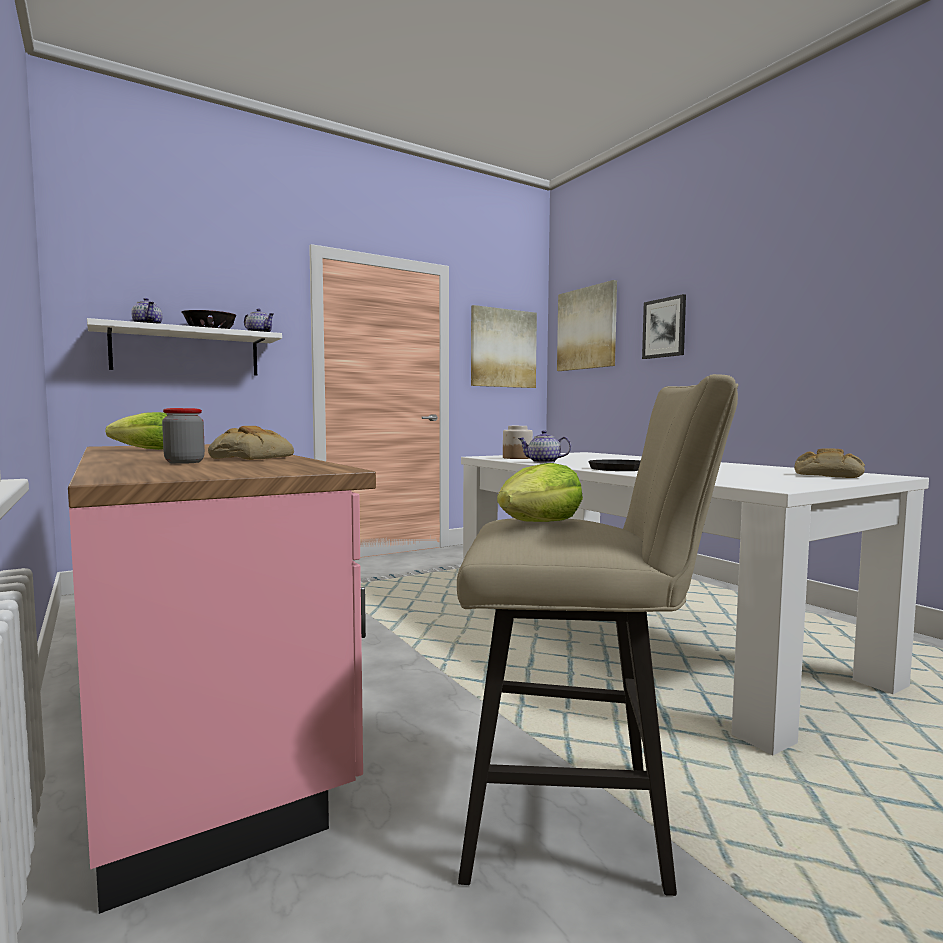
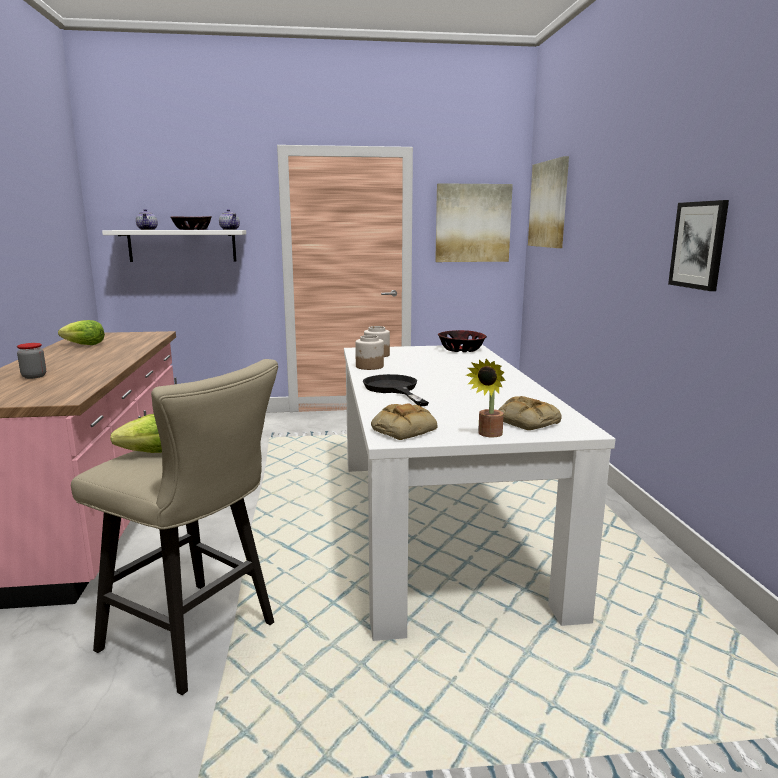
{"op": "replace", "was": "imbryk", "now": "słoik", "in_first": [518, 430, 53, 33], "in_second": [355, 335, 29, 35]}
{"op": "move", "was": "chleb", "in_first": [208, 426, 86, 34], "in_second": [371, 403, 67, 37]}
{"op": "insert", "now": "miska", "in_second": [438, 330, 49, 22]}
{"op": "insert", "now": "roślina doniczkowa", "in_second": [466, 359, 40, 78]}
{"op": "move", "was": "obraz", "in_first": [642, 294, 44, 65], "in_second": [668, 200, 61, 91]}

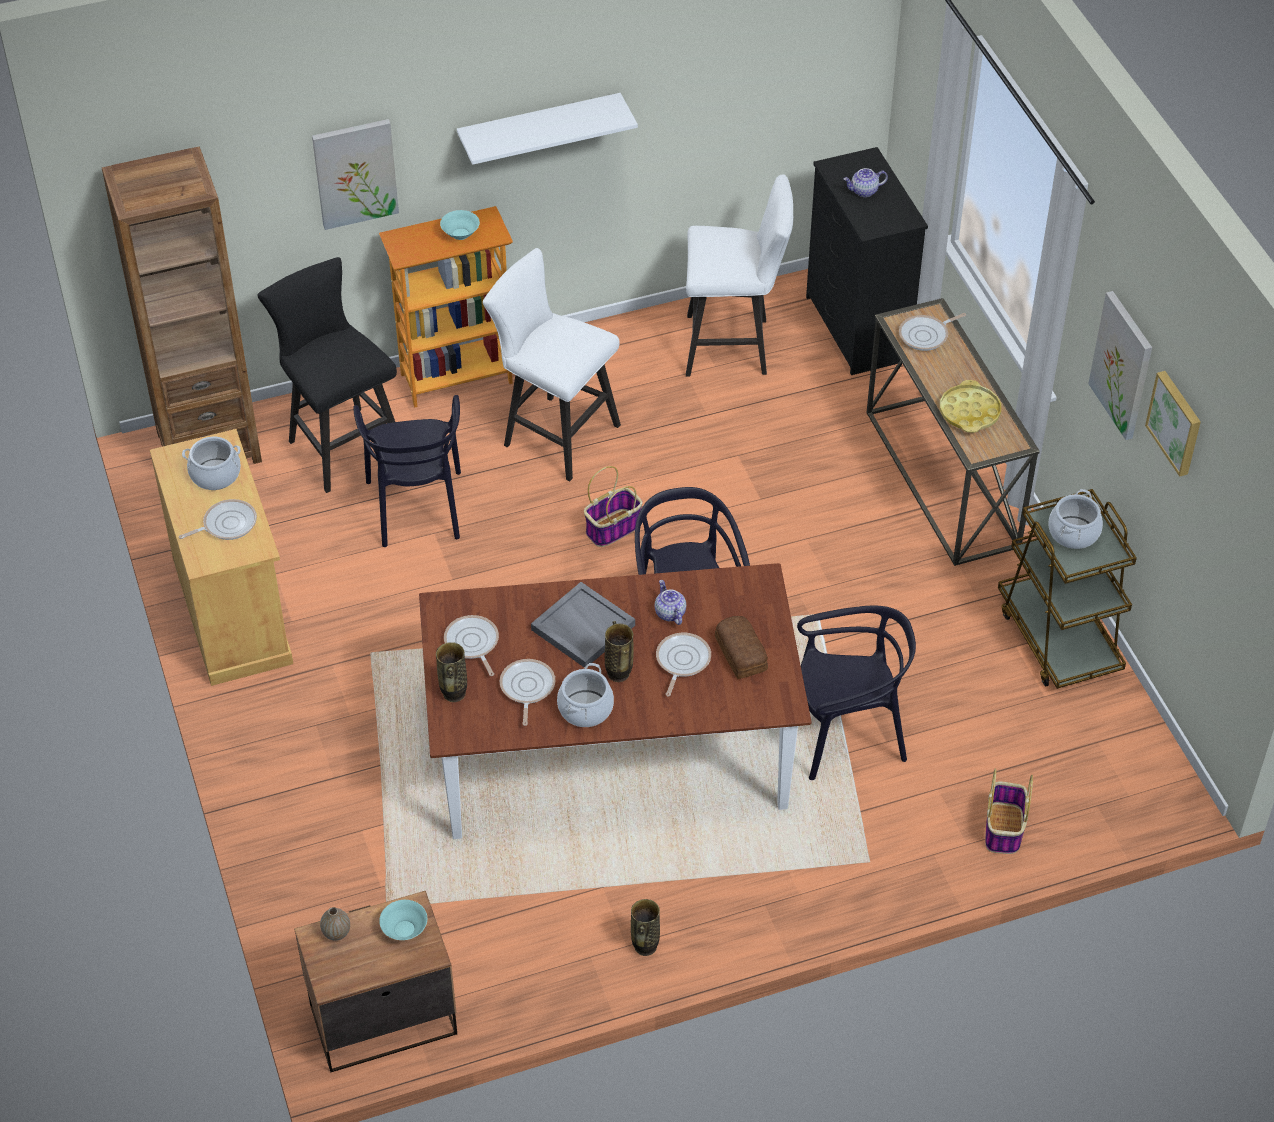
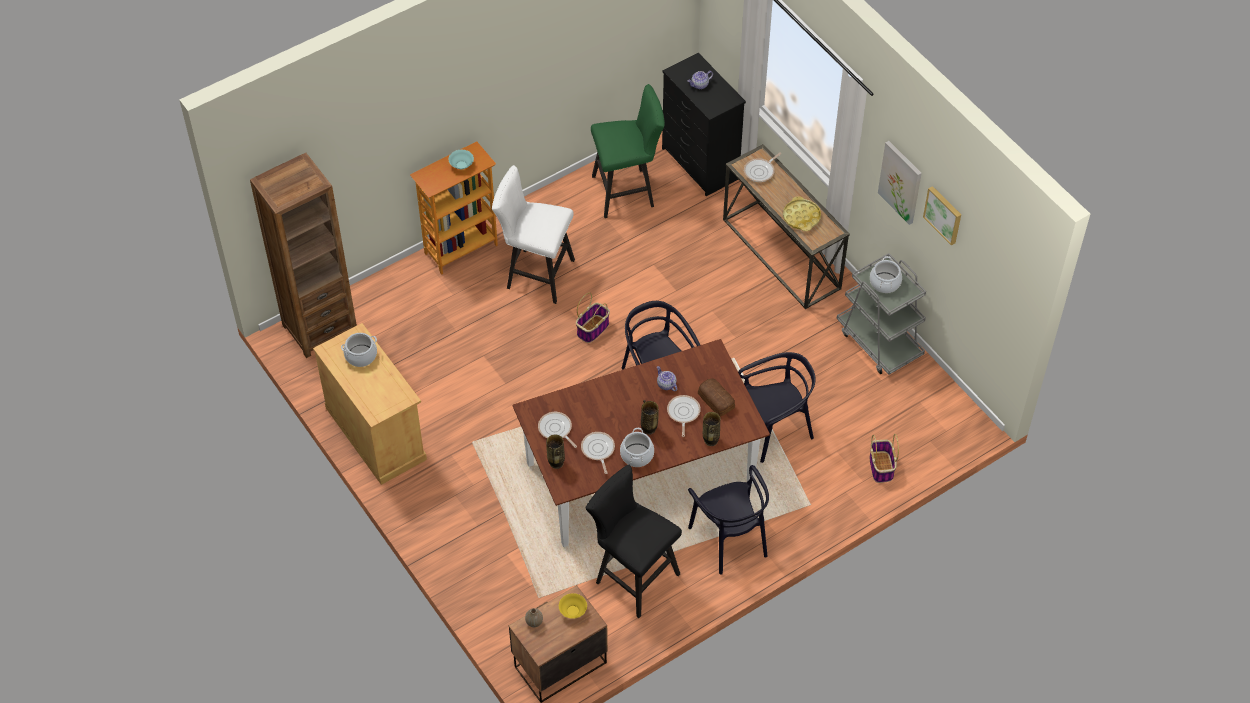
{"op": "recolor", "was": "miska [turkusowy]", "now": "miska [żółty]", "in_first": [379, 900, 48, 40], "in_second": [559, 593, 28, 26]}
{"op": "move", "was": "stołek [czarny]", "in_first": [257, 257, 140, 236], "in_second": [585, 465, 97, 153]}
{"op": "recolor", "was": "stołek [biały]", "now": "stołek [zielony]", "in_first": [686, 174, 107, 203], "in_second": [591, 84, 74, 134]}
{"op": "move", "was": "krzesło [czarny]", "in_first": [353, 395, 108, 152], "in_second": [688, 465, 81, 110]}
{"op": "move", "was": "wazon", "in_first": [631, 899, 29, 57], "in_second": [703, 412, 18, 34]}
{"op": "recolor", "was": "wózek [brązowy]", "now": "wózek [szary]", "in_first": [998, 489, 139, 200], "in_second": [837, 253, 89, 122]}
{"op": "delete", "was": "patelnia", "in_first": [179, 499, 78, 41]}
{"op": "delete", "was": "obraz", "in_first": [312, 119, 87, 111]}
{"op": "delete", "was": "półka [biały]", "in_first": [457, 93, 181, 72]}
{"op": "delete", "was": "taca [szary]", "in_first": [531, 582, 104, 86]}

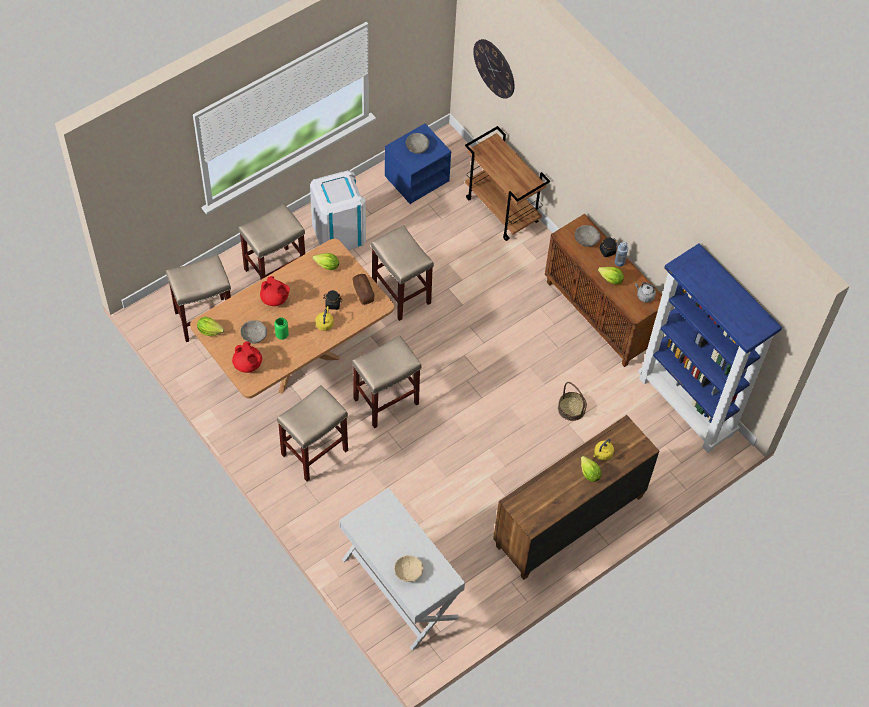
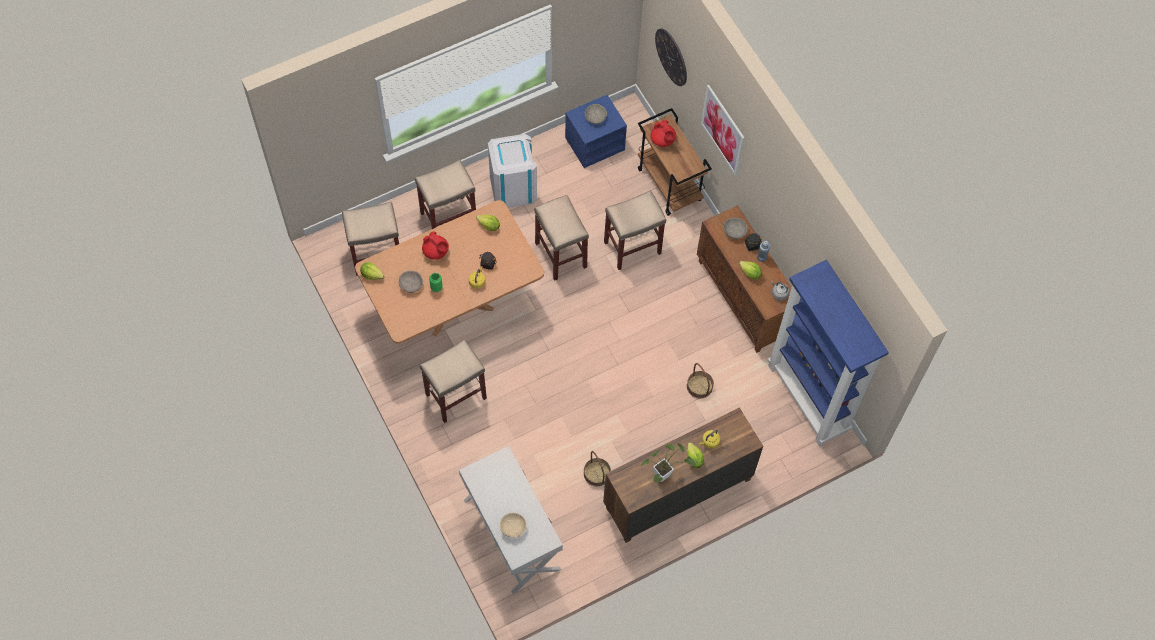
{"op": "insert", "now": "koszyk", "in_second": [584, 451, 27, 35]}
{"op": "move", "was": "stołek [beżowy]", "in_first": [352, 335, 69, 93], "in_second": [604, 191, 62, 79]}
{"op": "insert", "now": "roślina doniczkowa", "in_second": [641, 443, 55, 39]}
{"op": "move", "was": "imbryk [czerwony]", "in_first": [232, 342, 30, 31], "in_second": [650, 120, 26, 27]}
{"op": "insert", "now": "obraz", "in_second": [701, 85, 43, 90]}
{"op": "delete", "was": "chleb", "in_first": [352, 274, 23, 30]}

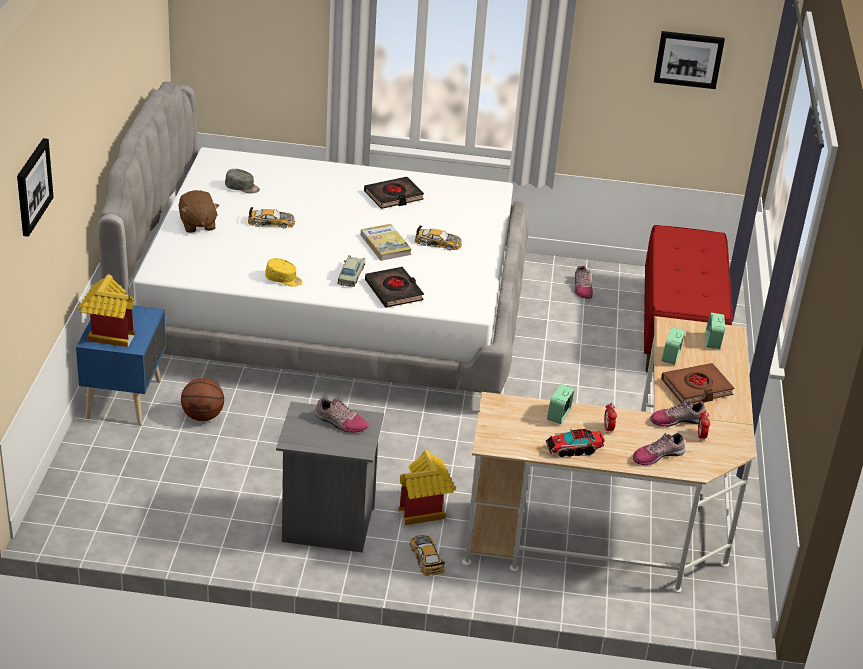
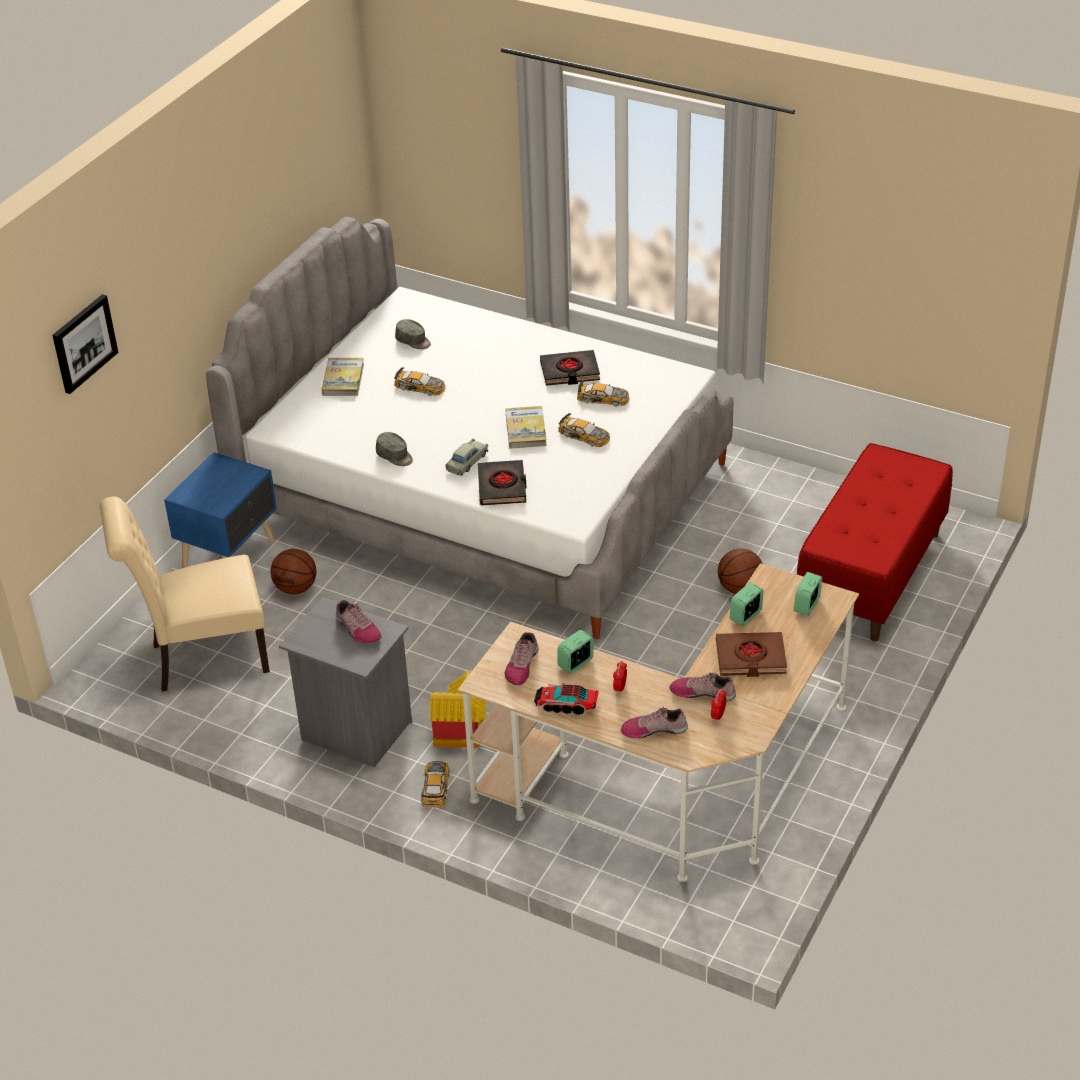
{"op": "insert", "now": "krzesło [beżowy]", "in_second": [100, 496, 170, 196]}
{"op": "replace", "was": "pluszak [brązowy]", "now": "książka", "in_first": [178, 190, 41, 43], "in_second": [321, 358, 43, 38]}
{"op": "recolor", "was": "czapka z daszkiem [żółty]", "now": "czapka z daszkiem [szary]", "in_first": [265, 258, 38, 29], "in_second": [376, 432, 37, 34]}
{"op": "move", "was": "but", "in_first": [574, 266, 19, 33], "in_second": [504, 632, 35, 53]}
{"op": "insert", "now": "samochodzik", "in_second": [577, 380, 52, 26]}
{"op": "insert", "now": "piłka do koszykówki", "in_second": [718, 549, 44, 45]}
{"op": "delete", "was": "domek", "in_first": [78, 274, 57, 73]}
{"op": "delete", "was": "obraz", "in_first": [654, 31, 71, 58]}

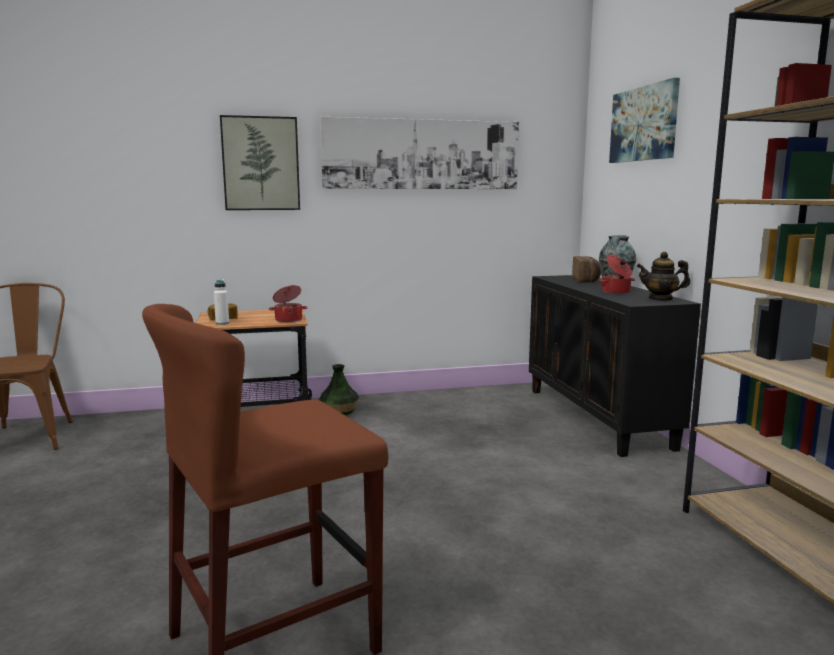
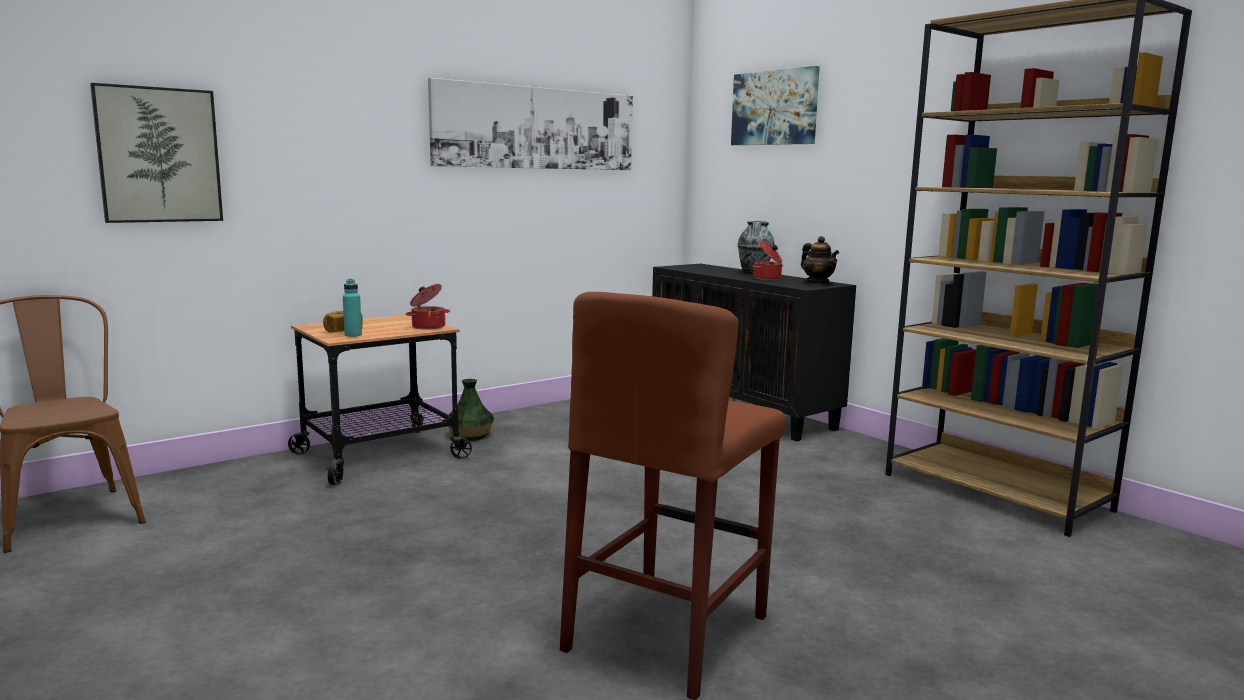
{"op": "move", "was": "obraz", "in_first": [220, 115, 80, 95], "in_second": [90, 83, 133, 140]}
{"op": "recolor", "was": "butelka [biały]", "now": "butelka [turkusowy]", "in_first": [214, 279, 15, 46], "in_second": [343, 279, 19, 58]}
{"op": "rotate", "was": "imbryk", "in_first": [637, 252, 53, 49], "in_second": [801, 236, 38, 48], "clockwise": -105}
{"op": "delete", "was": "chleb", "in_first": [572, 256, 29, 27]}

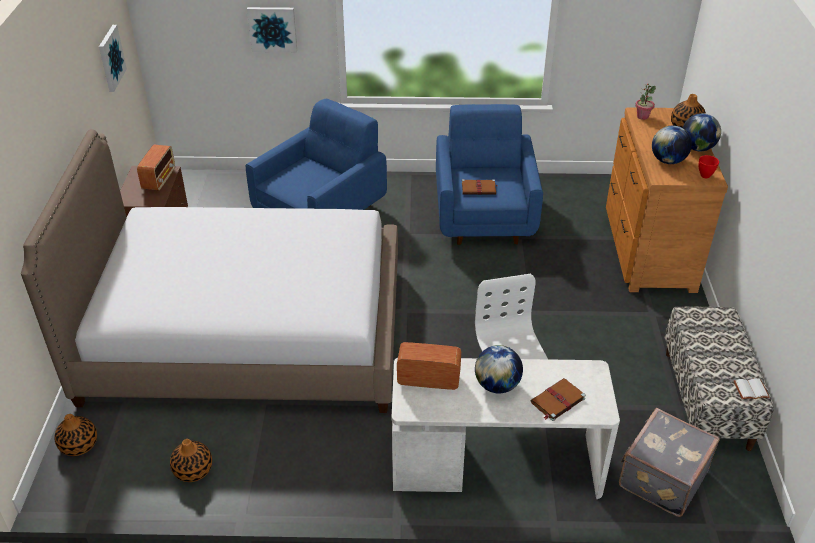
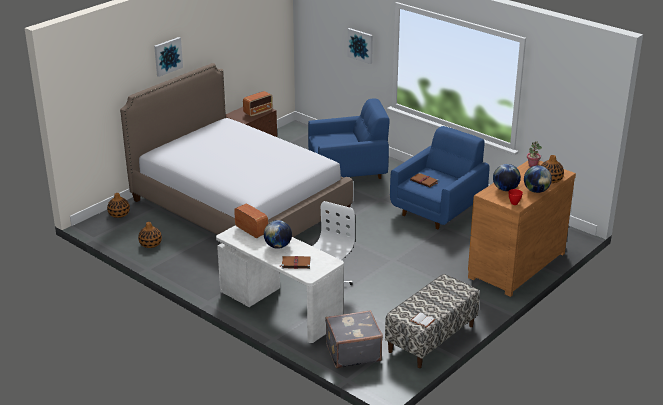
{"op": "move", "was": "obraz", "in_first": [99, 25, 28, 67], "in_second": [154, 37, 29, 40]}

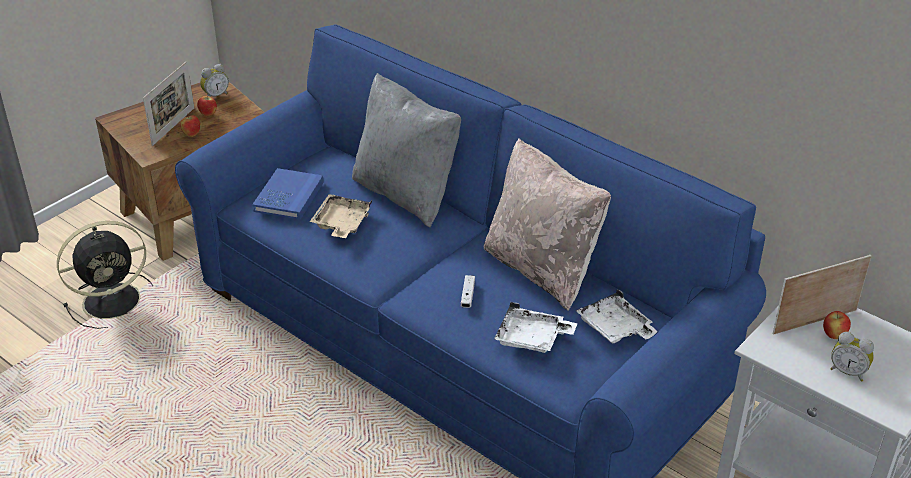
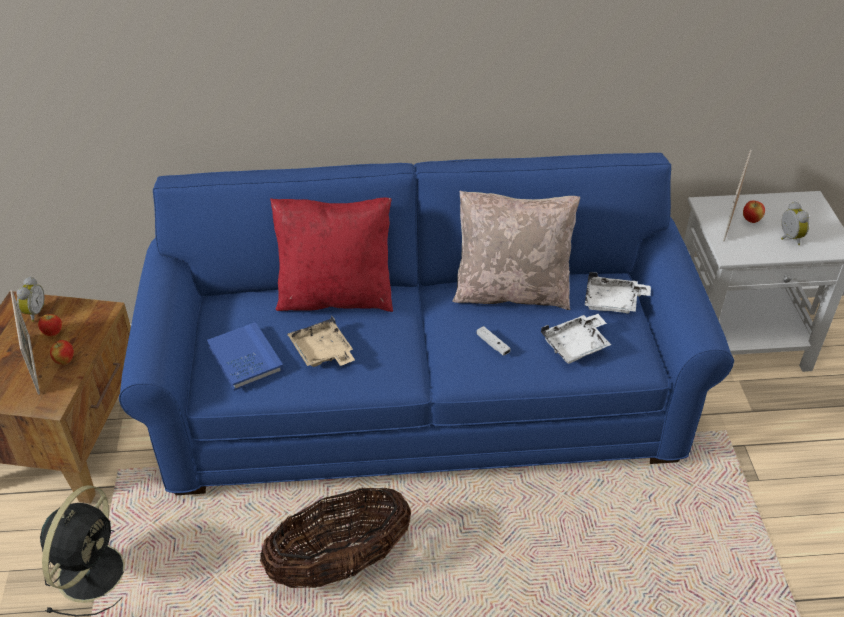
{"op": "insert", "now": "koszyk", "in_second": [260, 487, 151, 101]}
{"op": "recolor", "was": "poduszka [szary]", "now": "poduszka [czerwony]", "in_first": [352, 73, 109, 155], "in_second": [270, 198, 123, 114]}
{"op": "rotate", "was": "budzik", "in_first": [830, 332, 44, 50], "in_second": [781, 201, 28, 44], "clockwise": -90}

